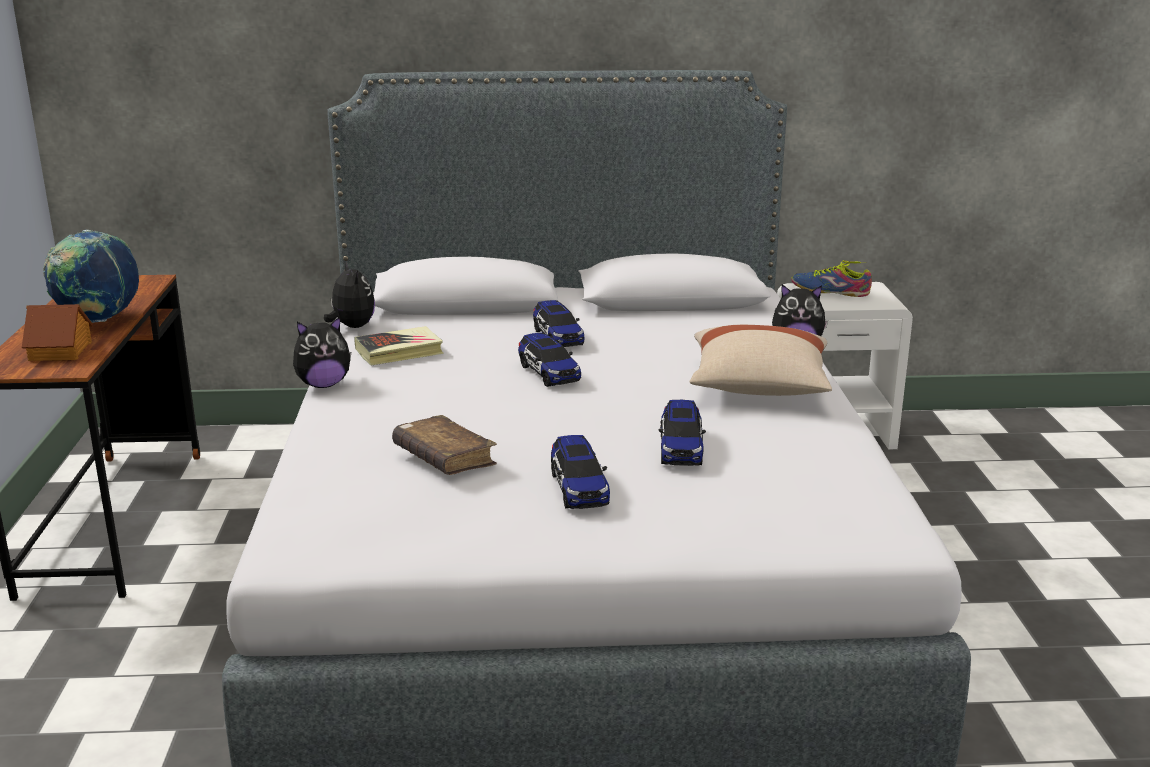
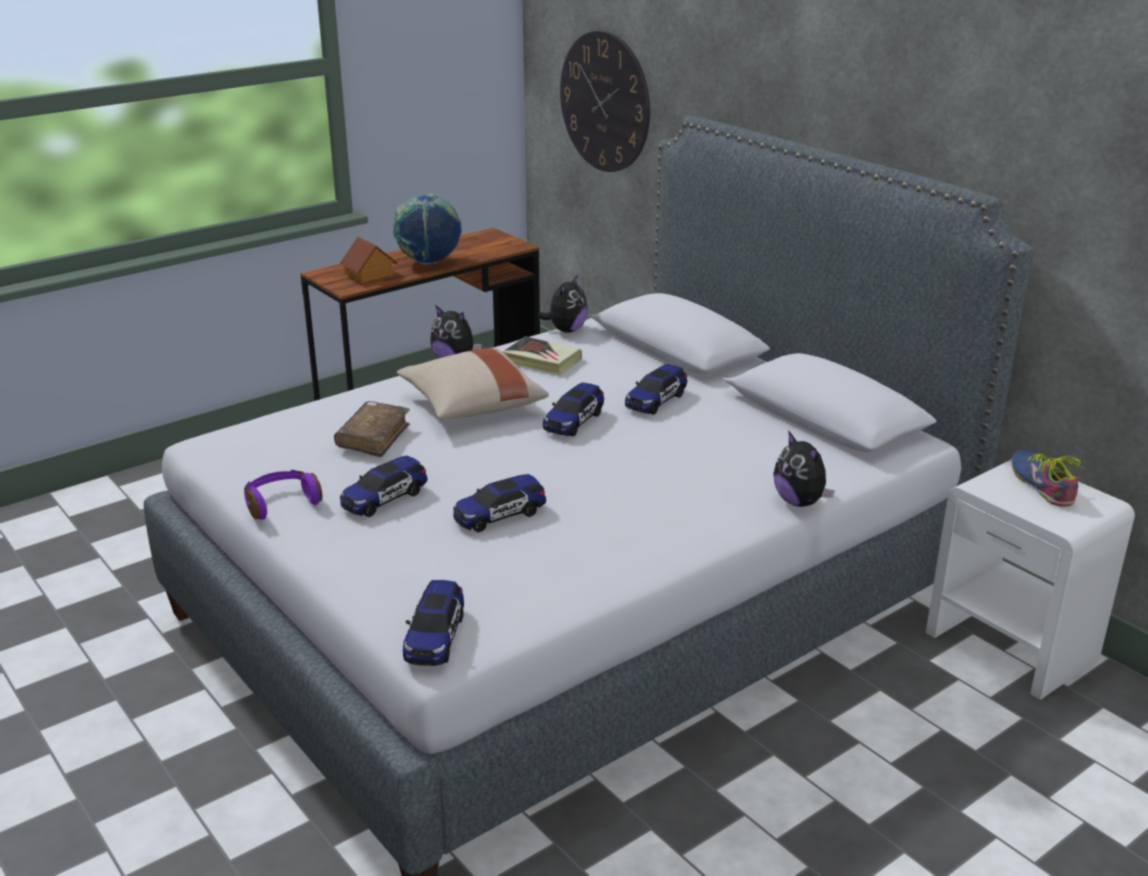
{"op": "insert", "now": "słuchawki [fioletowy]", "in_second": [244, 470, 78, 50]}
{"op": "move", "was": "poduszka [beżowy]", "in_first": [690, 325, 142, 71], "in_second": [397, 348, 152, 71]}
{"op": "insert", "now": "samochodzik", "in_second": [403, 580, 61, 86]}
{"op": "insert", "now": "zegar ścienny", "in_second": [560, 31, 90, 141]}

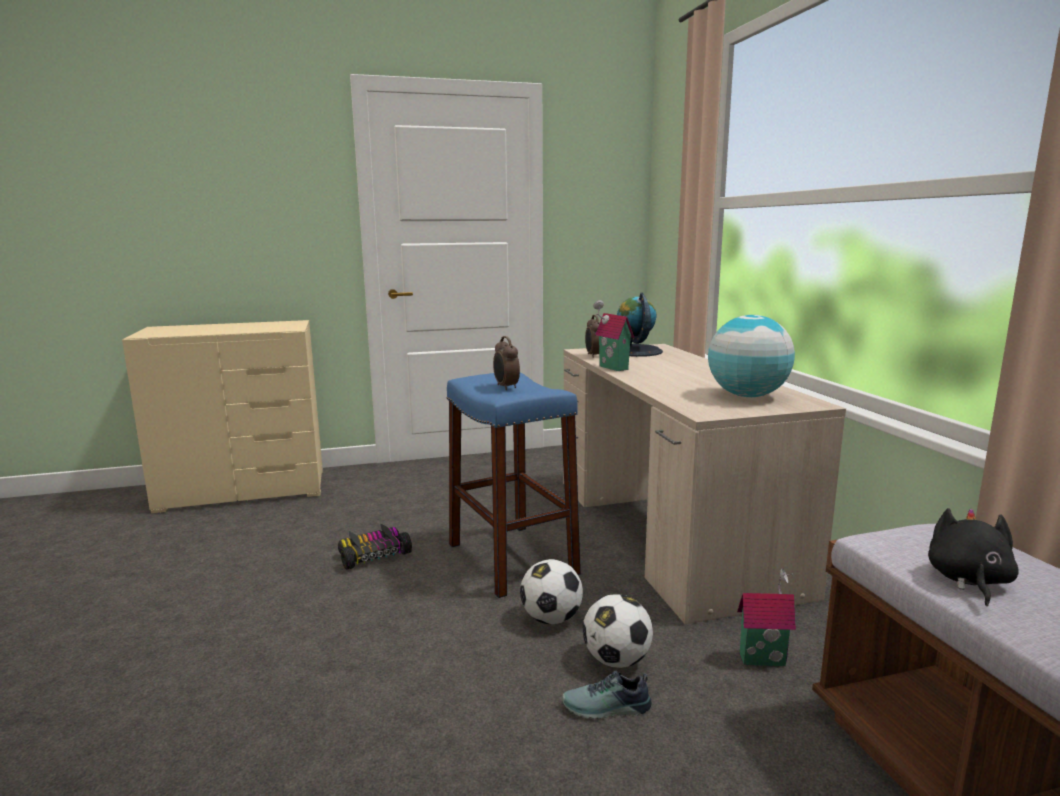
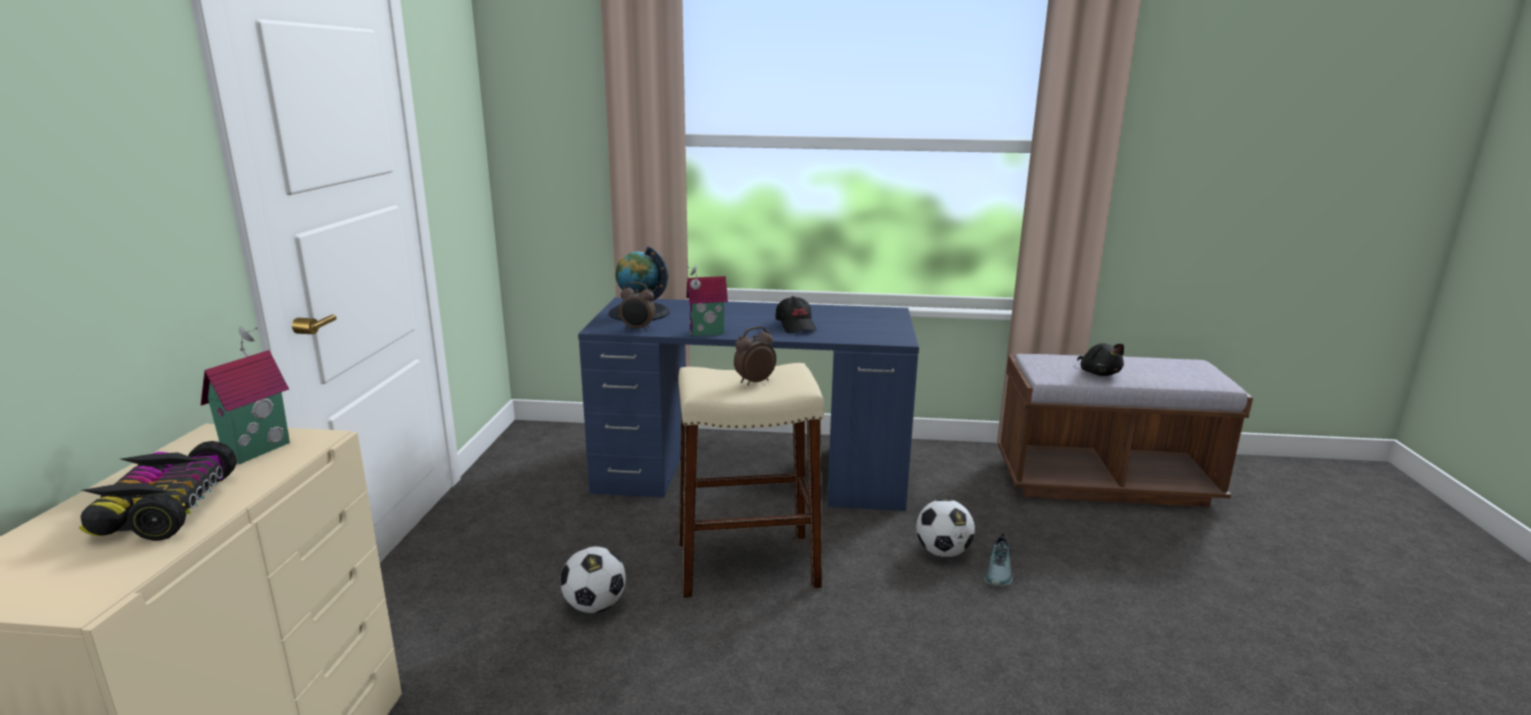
{"op": "move", "was": "samochodzik", "in_first": [338, 523, 74, 47], "in_second": [79, 441, 158, 100]}
{"op": "move", "was": "domek", "in_first": [737, 568, 59, 98], "in_second": [201, 326, 89, 138]}
{"op": "move", "was": "piłka futbolowa", "in_first": [520, 559, 63, 65], "in_second": [560, 546, 66, 67]}
{"op": "recolor", "was": "biurko [beżowy]", "now": "biurko [niebieski]", "in_first": [563, 344, 283, 280], "in_second": [578, 297, 341, 214]}
{"op": "recolor", "was": "stołek [niebieski]", "now": "stołek [beżowy]", "in_first": [447, 372, 134, 226], "in_second": [678, 363, 146, 235]}
{"op": "rotate", "was": "budzik", "in_first": [493, 336, 27, 54], "in_second": [734, 326, 42, 59], "clockwise": 150}
{"op": "insert", "now": "czapka z daszkiem [czarny]", "in_second": [776, 296, 41, 37]}
{"op": "rotate", "was": "pluszak [czarny]", "in_first": [928, 508, 91, 98], "in_second": [1077, 343, 47, 33], "clockwise": -150}
{"op": "delete", "was": "globus", "in_first": [708, 315, 87, 82]}

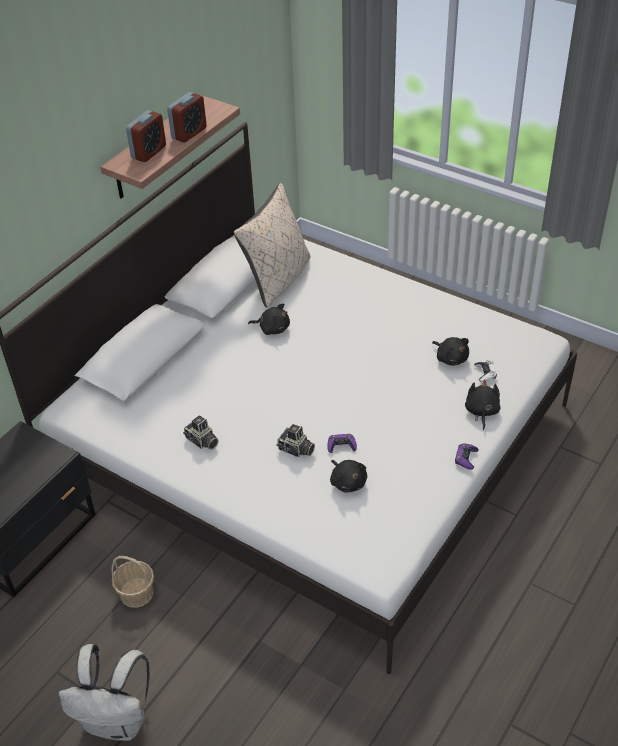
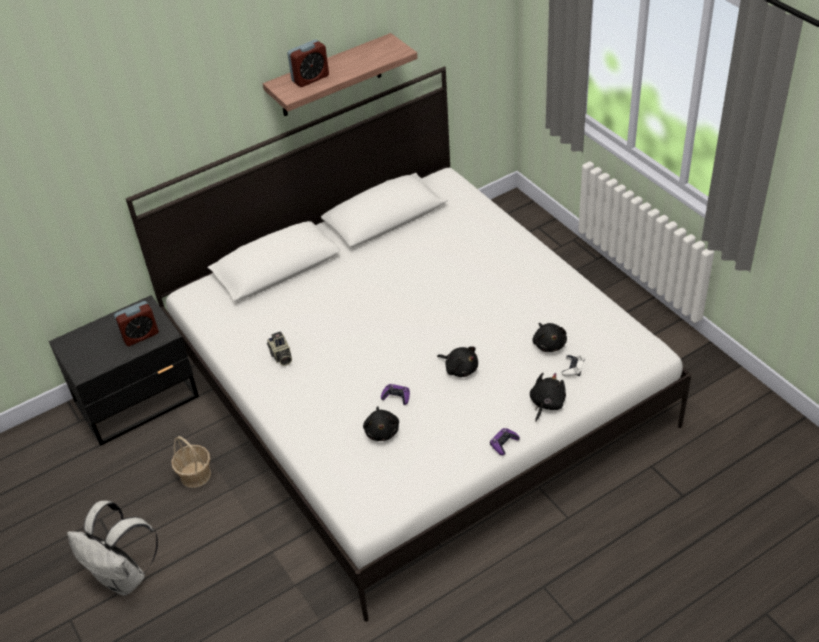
{"op": "move", "was": "budzik", "in_first": [167, 92, 40, 51], "in_second": [114, 301, 45, 45]}
{"op": "move", "was": "pluszak [czarny]", "in_first": [248, 303, 42, 32], "in_second": [437, 346, 41, 31]}
{"op": "delete", "was": "poduszka [beżowy]", "in_first": [234, 183, 76, 125]}
{"op": "delete", "was": "aparat fotograficzny", "in_first": [276, 424, 39, 33]}

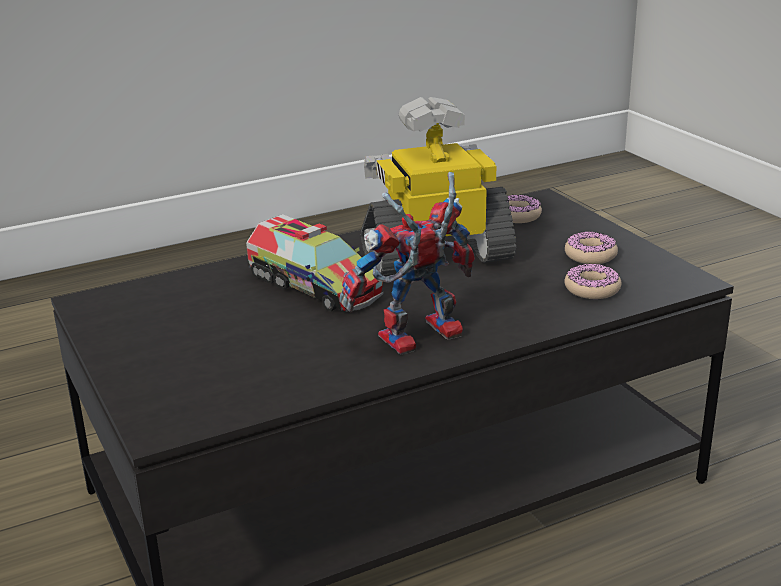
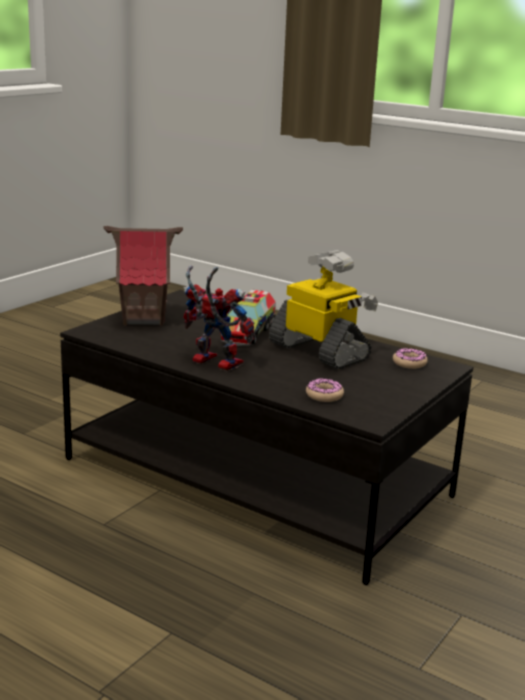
{"op": "insert", "now": "domek", "in_second": [104, 226, 79, 100]}
{"op": "delete", "was": "donut", "in_first": [565, 231, 53, 33]}

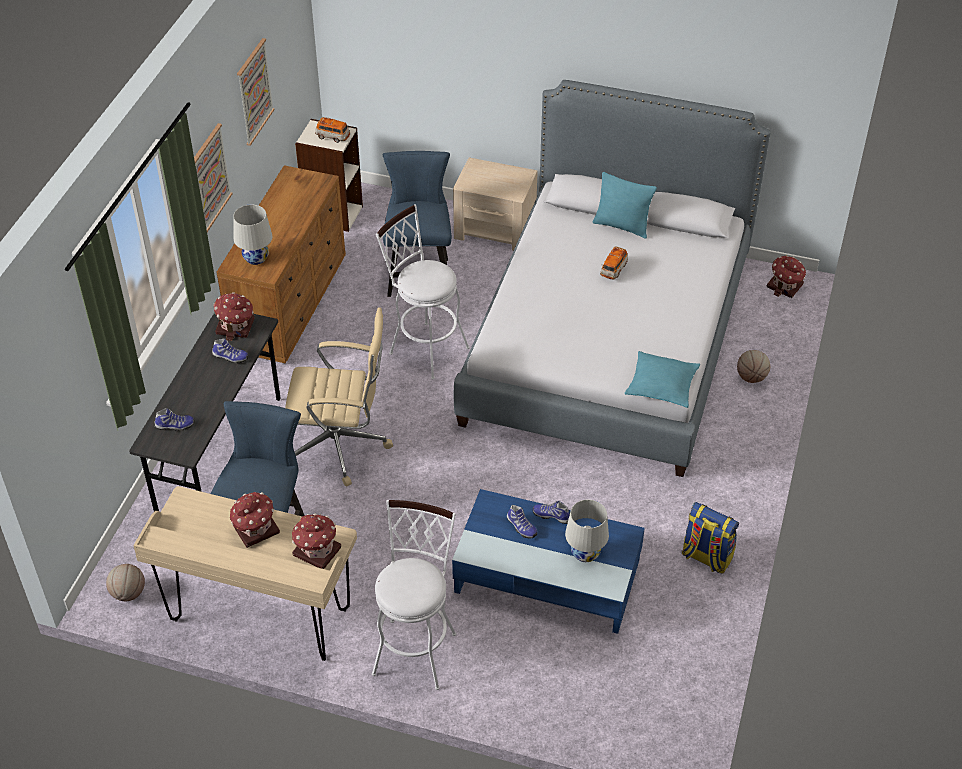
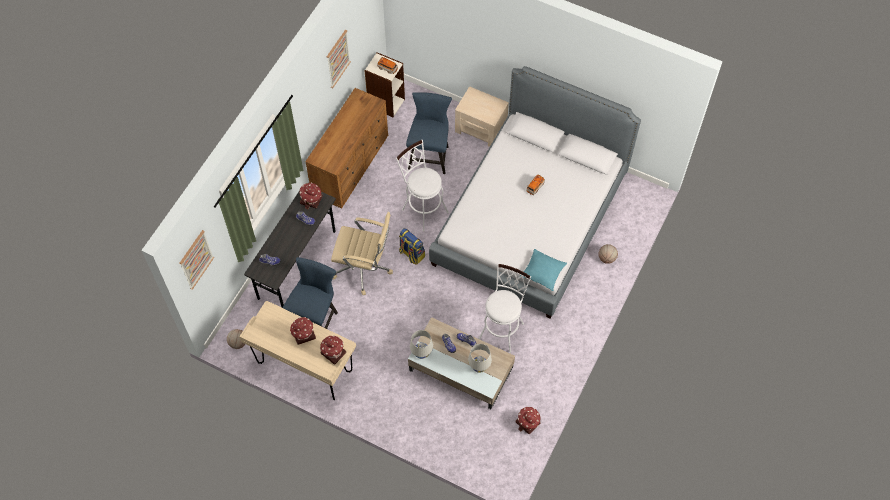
{"op": "move", "was": "obraz", "in_first": [194, 123, 38, 109], "in_second": [179, 230, 35, 60]}
{"op": "move", "was": "plecak", "in_first": [682, 502, 57, 72], "in_second": [399, 228, 26, 37]}
{"op": "recolor", "was": "ława [niebieski]", "now": "ława [beżowy]", "in_first": [452, 489, 193, 145], "in_second": [408, 317, 107, 92]}
{"op": "move", "was": "lampa stołowa [biały]", "in_first": [233, 205, 39, 60], "in_second": [410, 330, 23, 29]}
{"op": "move", "was": "stołek [biały]", "in_first": [372, 500, 84, 190], "in_second": [478, 264, 53, 89]}
{"op": "move", "was": "domek", "in_first": [767, 256, 39, 42], "in_second": [516, 407, 25, 27]}
{"op": "delete", "was": "poduszka [turkusowy]", "in_first": [593, 172, 64, 67]}

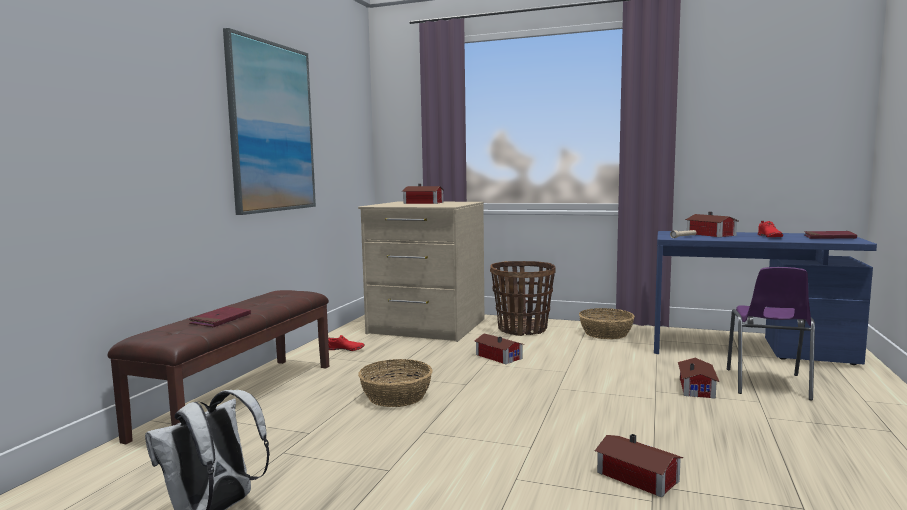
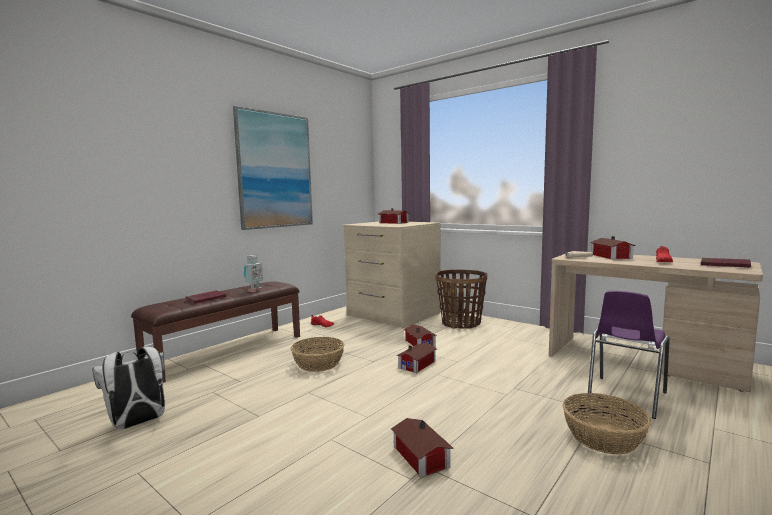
{"op": "insert", "now": "robot zabawkowy", "in_second": [244, 255, 19, 37]}
{"op": "move", "was": "domek", "in_first": [678, 358, 41, 41], "in_second": [396, 342, 41, 31]}
{"op": "recolor", "was": "biurko [niebieski]", "now": "biurko [beżowy]", "in_first": [654, 231, 223, 134], "in_second": [549, 251, 214, 141]}
{"op": "move", "was": "koszyk", "in_first": [579, 308, 56, 31], "in_second": [562, 393, 89, 62]}

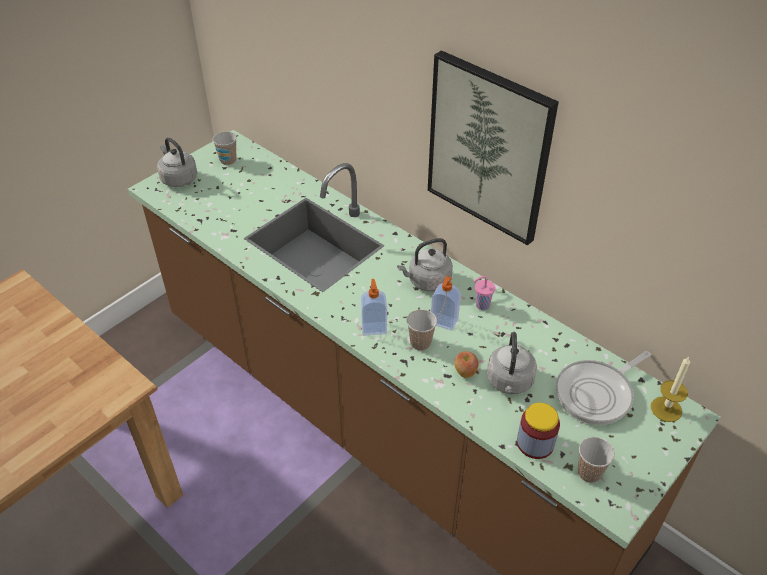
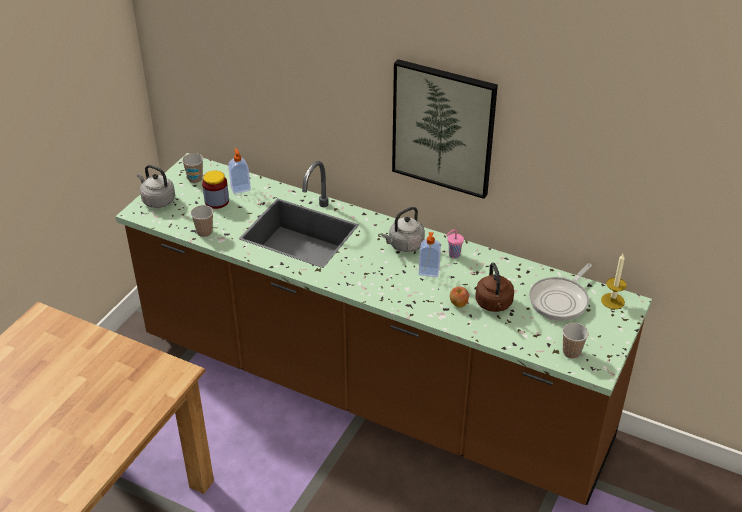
{"op": "move", "was": "filiżanka", "in_first": [407, 309, 30, 42], "in_second": [191, 205, 22, 32]}
{"op": "move", "was": "słoik", "in_first": [517, 403, 43, 56], "in_second": [202, 171, 27, 38]}
{"op": "move", "was": "dozownik mydła", "in_first": [361, 279, 26, 57], "in_second": [228, 149, 23, 45]}
{"op": "recolor", "was": "czajnik [szary]", "now": "czajnik [brązowy]", "in_first": [487, 332, 50, 62], "in_second": [475, 262, 39, 50]}

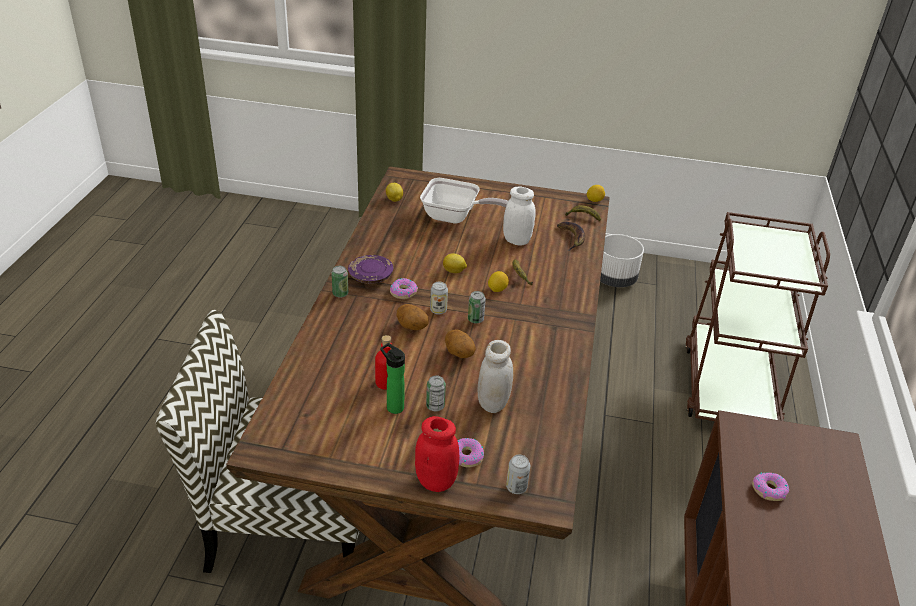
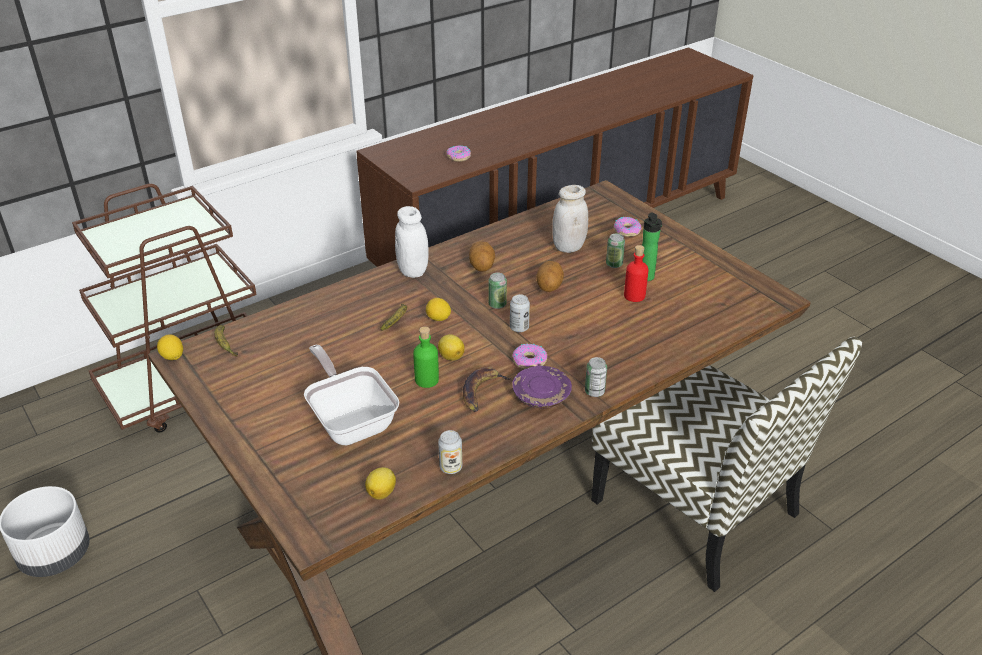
{"op": "move", "was": "słoik [biały]", "in_first": [503, 186, 33, 59], "in_second": [395, 206, 34, 72]}
{"op": "insert", "now": "butelka [zielony]", "in_second": [413, 327, 26, 61]}
{"op": "move", "was": "puszka", "in_first": [506, 455, 24, 39], "in_second": [438, 430, 24, 44]}
{"op": "move", "was": "banan", "in_first": [557, 222, 28, 29], "in_second": [463, 367, 48, 45]}
{"op": "move", "was": "ziemniak", "in_first": [396, 304, 33, 26], "in_second": [469, 241, 26, 31]}
{"op": "delete", "was": "słoik [czerwony]", "in_first": [415, 416, 44, 76]}

